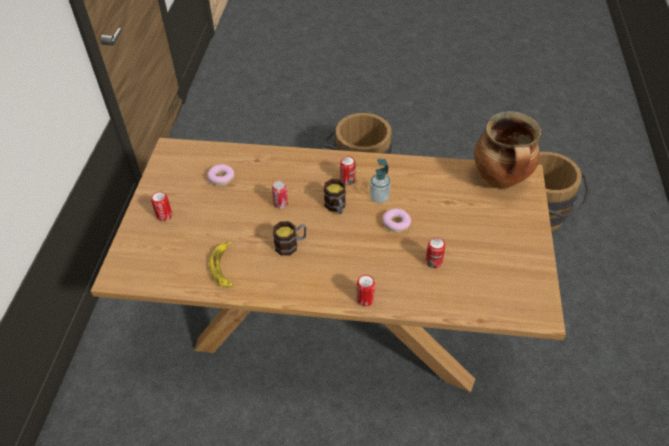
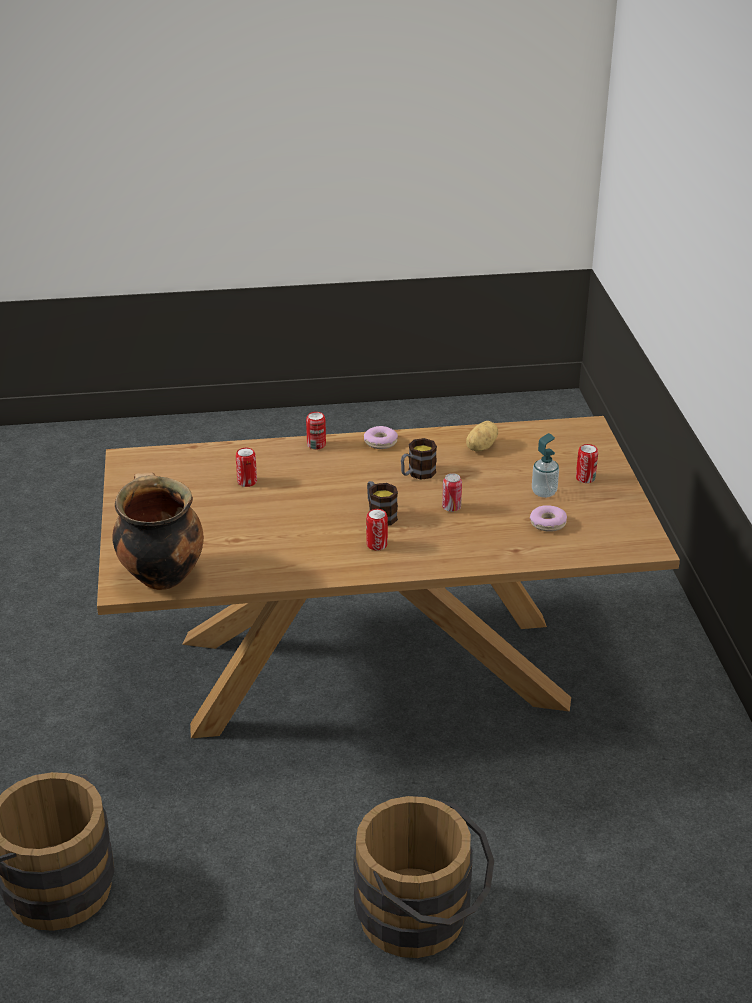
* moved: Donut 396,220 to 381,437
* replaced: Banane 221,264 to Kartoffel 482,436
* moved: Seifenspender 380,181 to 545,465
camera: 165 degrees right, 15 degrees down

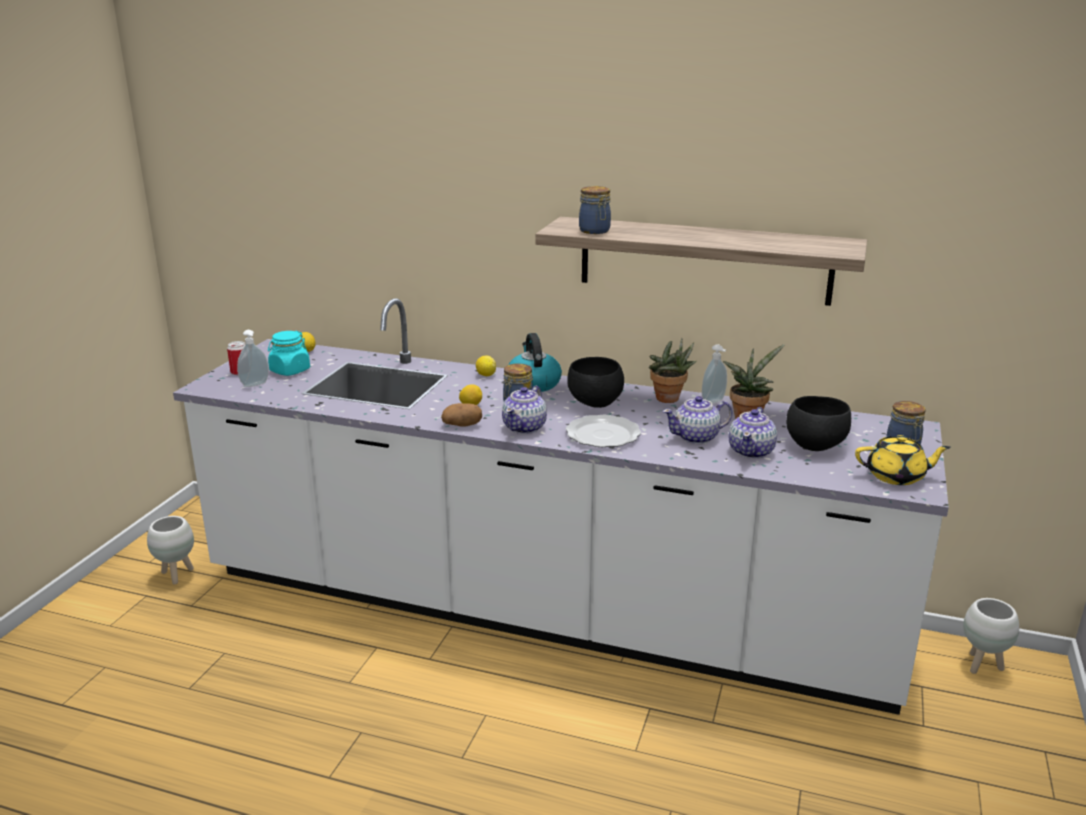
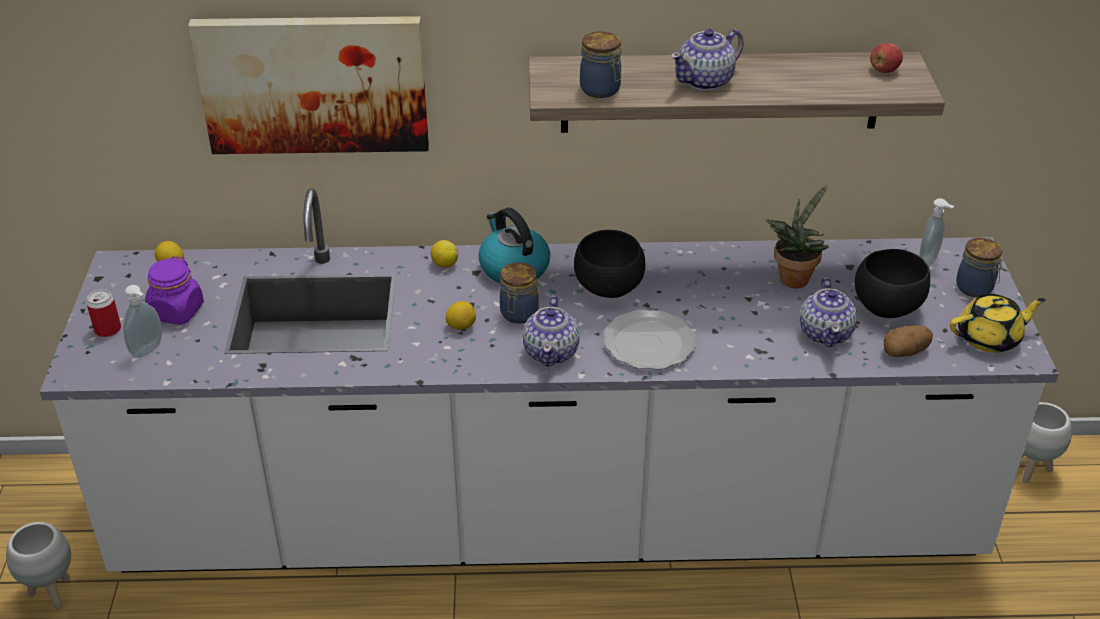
* recoloured: Vorratsglas (türkis) 289,353 to Vorratsglas (lila) 174,290
* added: Bild 308,85
* moved: Teekanne 697,420 to 707,60
* added: Apfel 886,58
* moved: Kartoffel 461,415 to 908,341
* moved: Seifenspender 714,374 to 936,232
* removed: Topfpflanze 673,370
camera: 20 degrees left, 15 degrees up

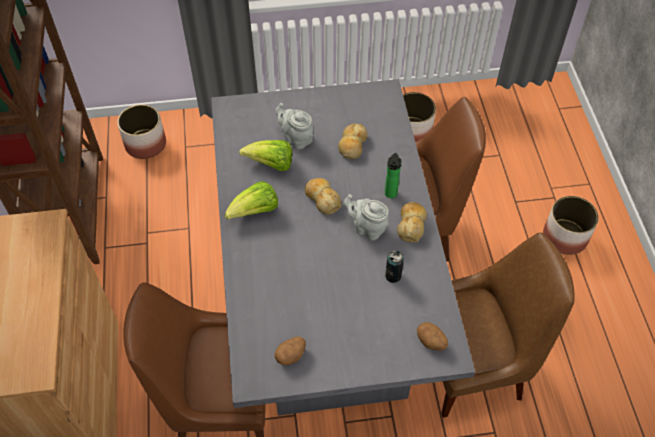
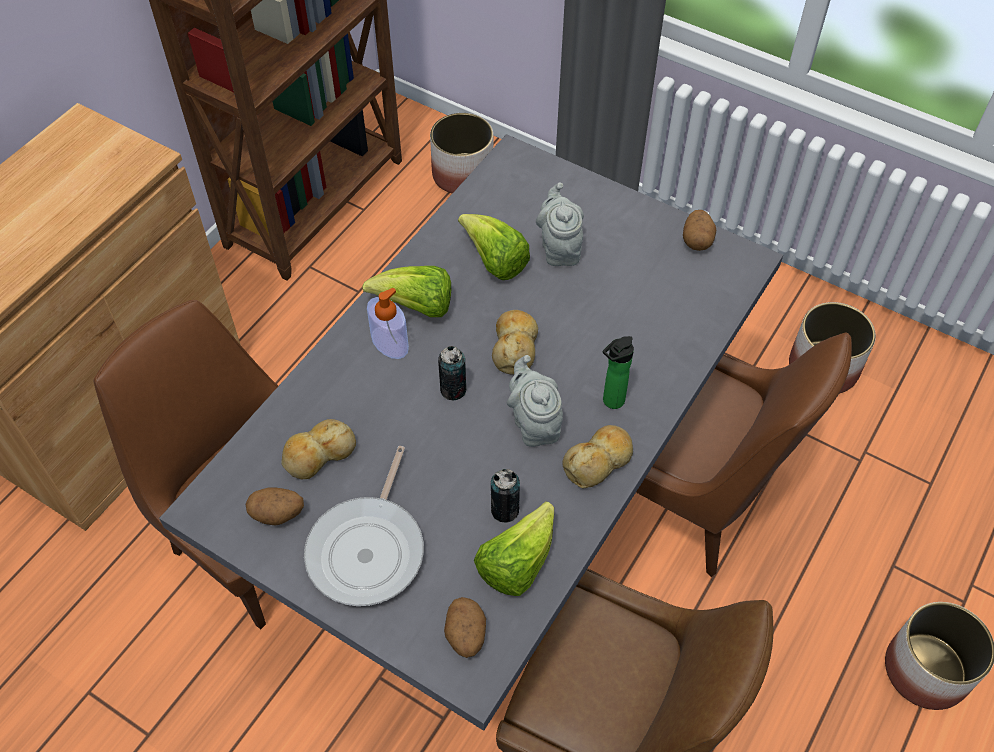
* moved: Brot 352,141 to 318,449
* added: Pfanne 364,526
* added: Seifenspender 388,323
* added: Dose 452,373
* added: Salatkopf 514,549
* added: Kartoffel 699,230
camera: 40 degrees right, 0 degrees up

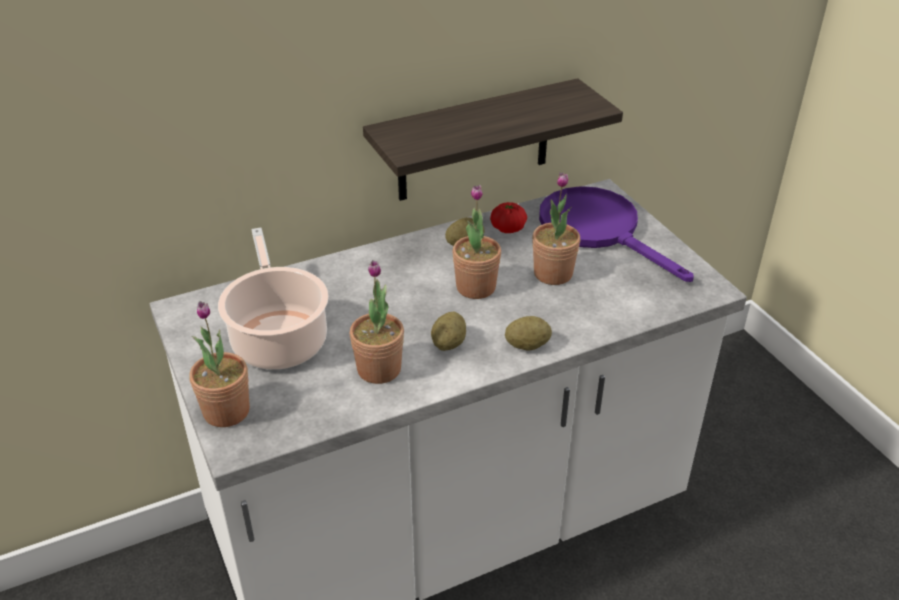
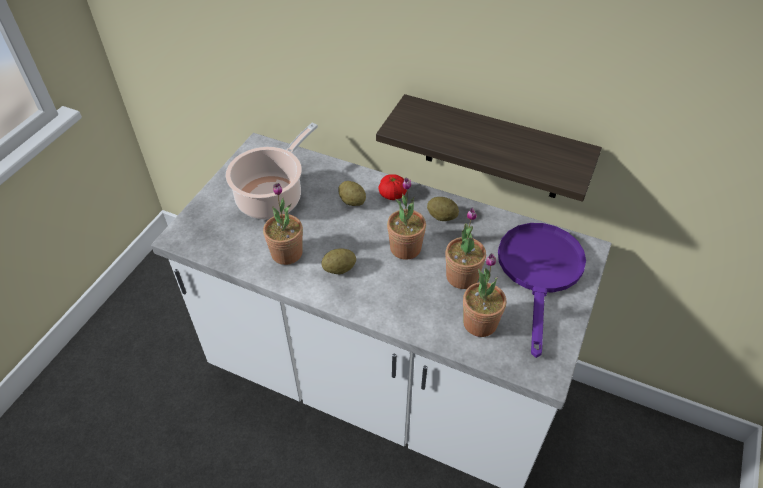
* moved: Kartoffel 528,333 to 352,193
* moved: Tomate 508,217 to 392,187
* moved: Topfpflanze 219,364 to 484,295
camera: 50 degrees right, 10 degrees up

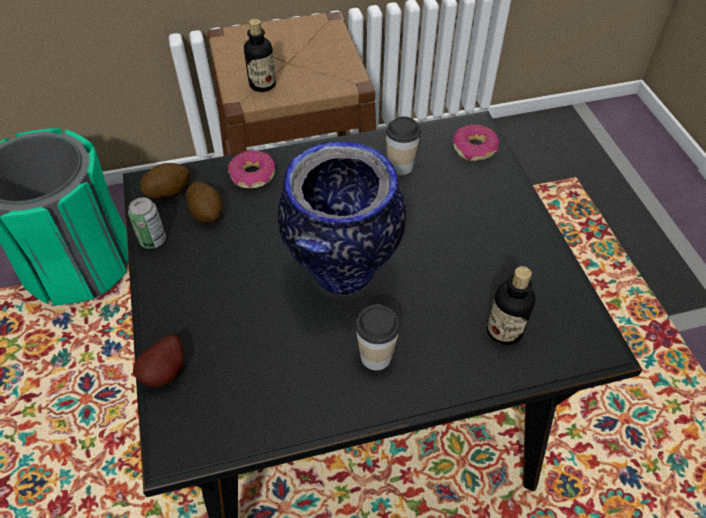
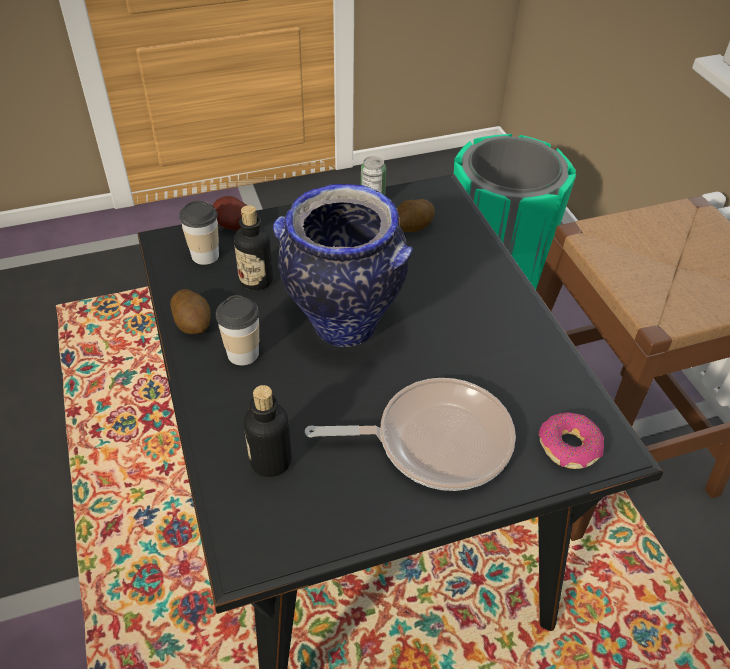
* moved: Kartoffel 165,180 to 190,311
* moved: Tasse 403,145 to 199,233
* moved: Flasche 260,55 to 253,248
* added: Pfanne 410,434
* removed: Donut 251,169
camera: 85 degrees right, 5 degrees down

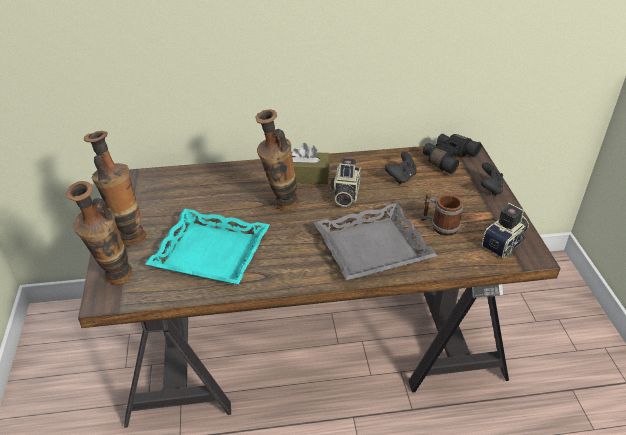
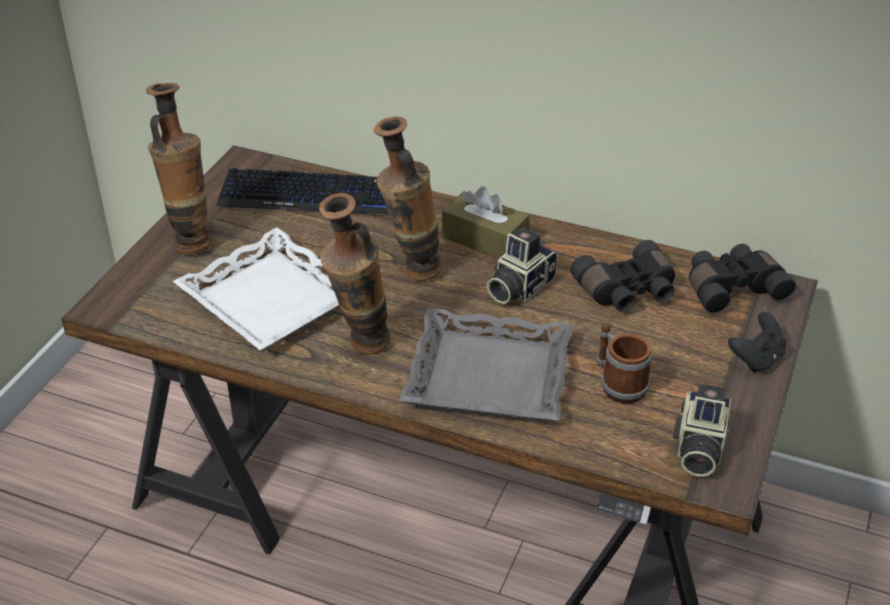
* recoloured: Tablett (türkis) 207,246 to Tablett (weiß) 256,288
* added: Tastatur 302,191
* moved: Vase 99,233 to 354,274
* replaced: Gamepad (schwarz) 401,168 to Fernglas (schwarz) 622,276
* turned: Kamera 505,230 = 702,430 120 degrees clockwise
camera: 30 degrees right, 0 degrees up

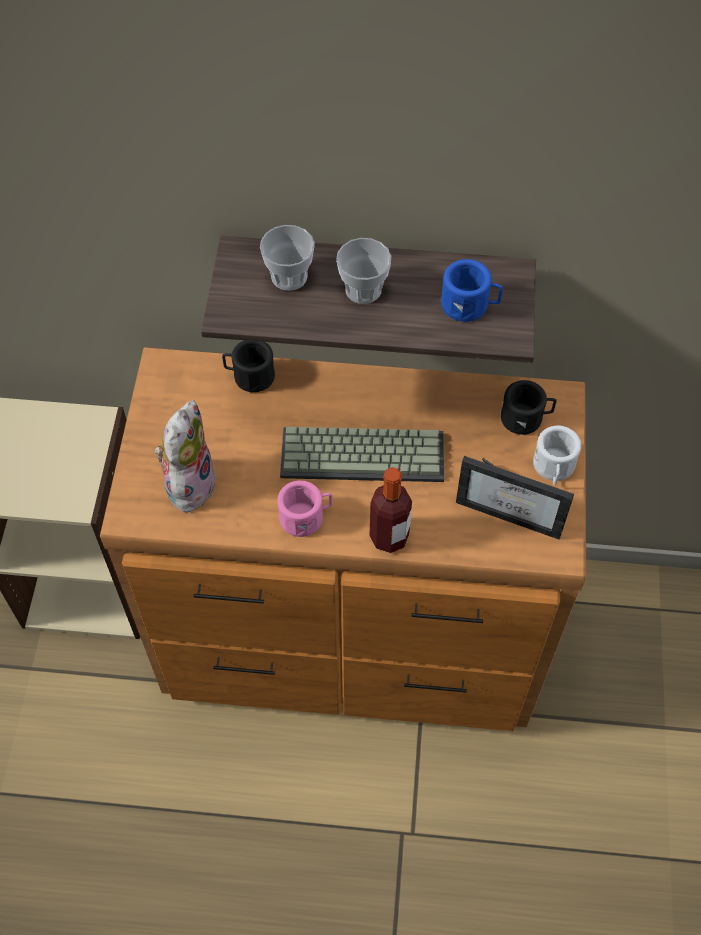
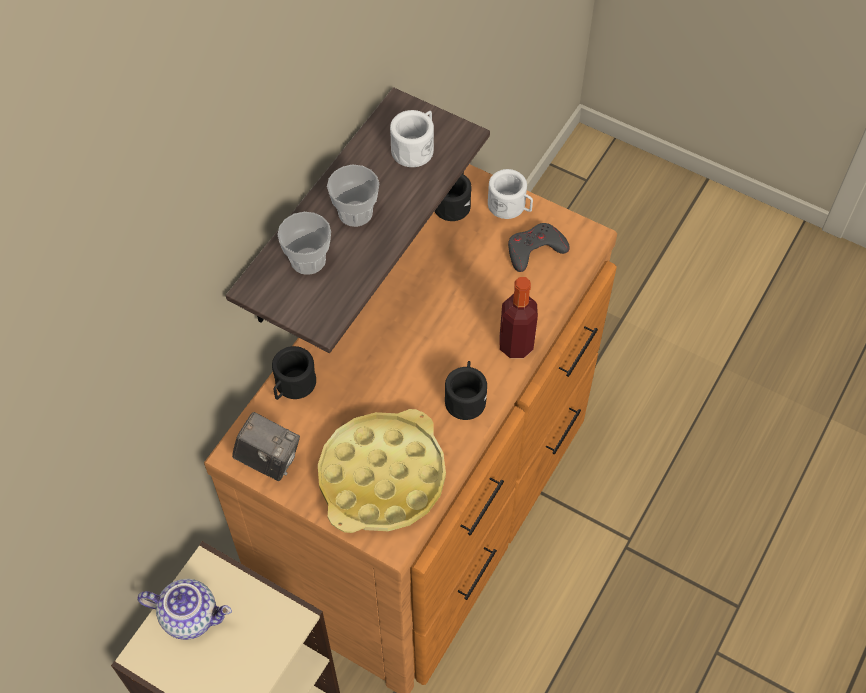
* added: Teekanne 184,609
* added: Kamera 266,446
* replaced: Plüschtier 186,456 to Tablett (gelb) 382,471
* recoloured: Henkelbecher (blau) 472,290 to Henkelbecher (weiß) 412,138
* recoloured: Henkelbecher (rosa) 304,508 to Henkelbecher (schwarz) 466,390
* replaced: Bilderrahmen 515,498 to Gamepad (grau) 539,247
* removed: Tastatur 362,454
camera: 65 degrees left, 0 degrees up

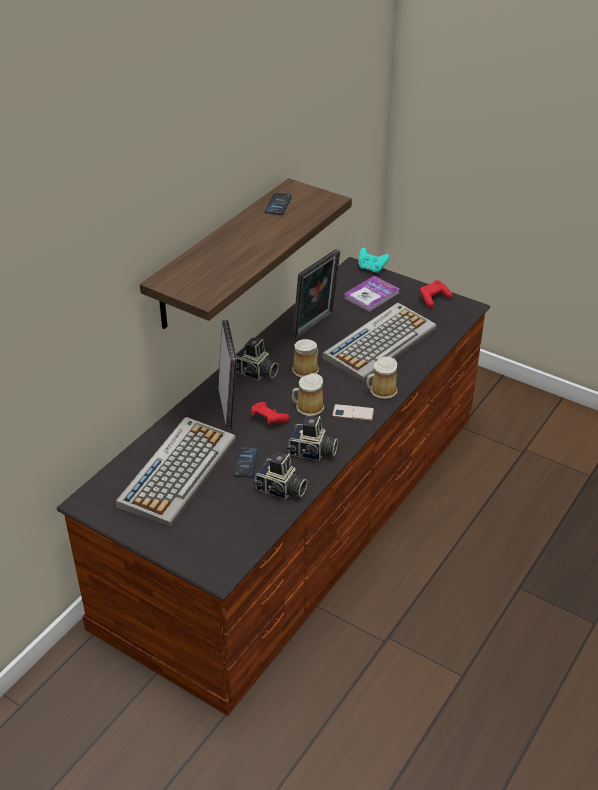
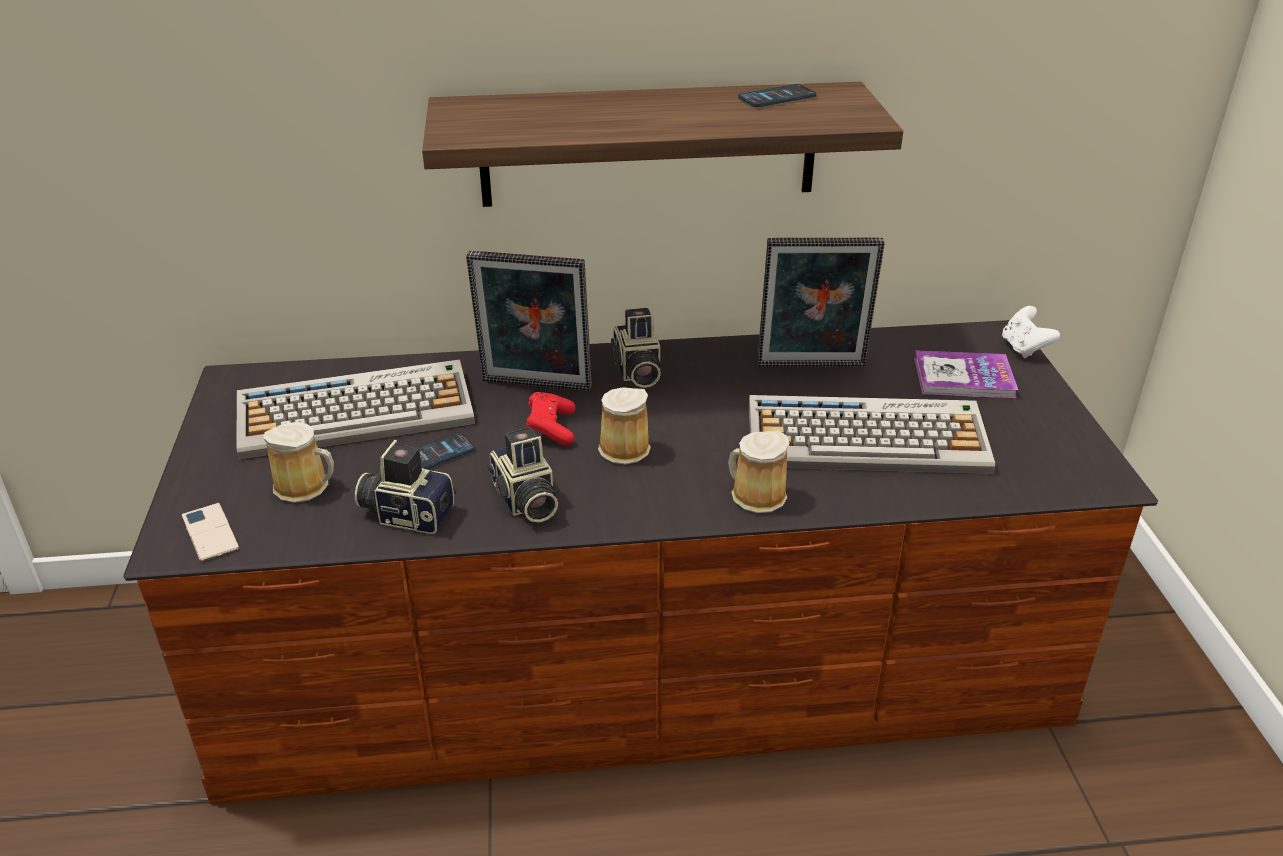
* moved: Handy 353,412 to 210,532
* moved: Henkelbecher 305,358 to 298,462
* turned: Kamera 280,476 = 405,487 120 degrees clockwise
* turned: Bilderrahmen 227,374 = 529,321 60 degrees clockwise
* recoloured: Gamepad (türkis) 374,260 to Gamepad (weiß) 1031,332
* removed: Gamepad (rot) 436,294
camera: 50 degrees right, 5 degrees down

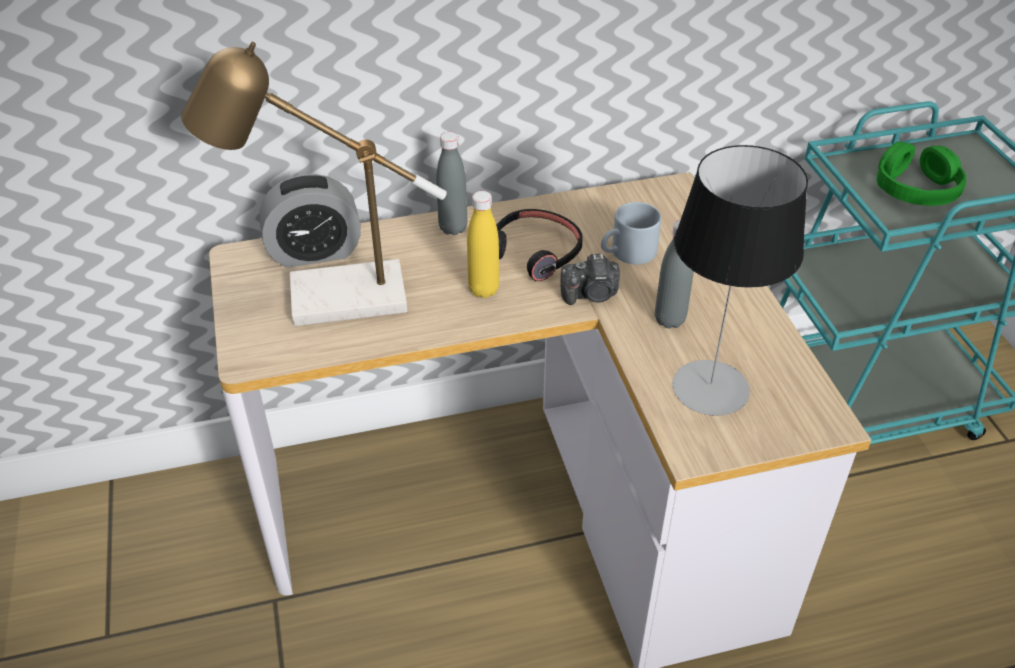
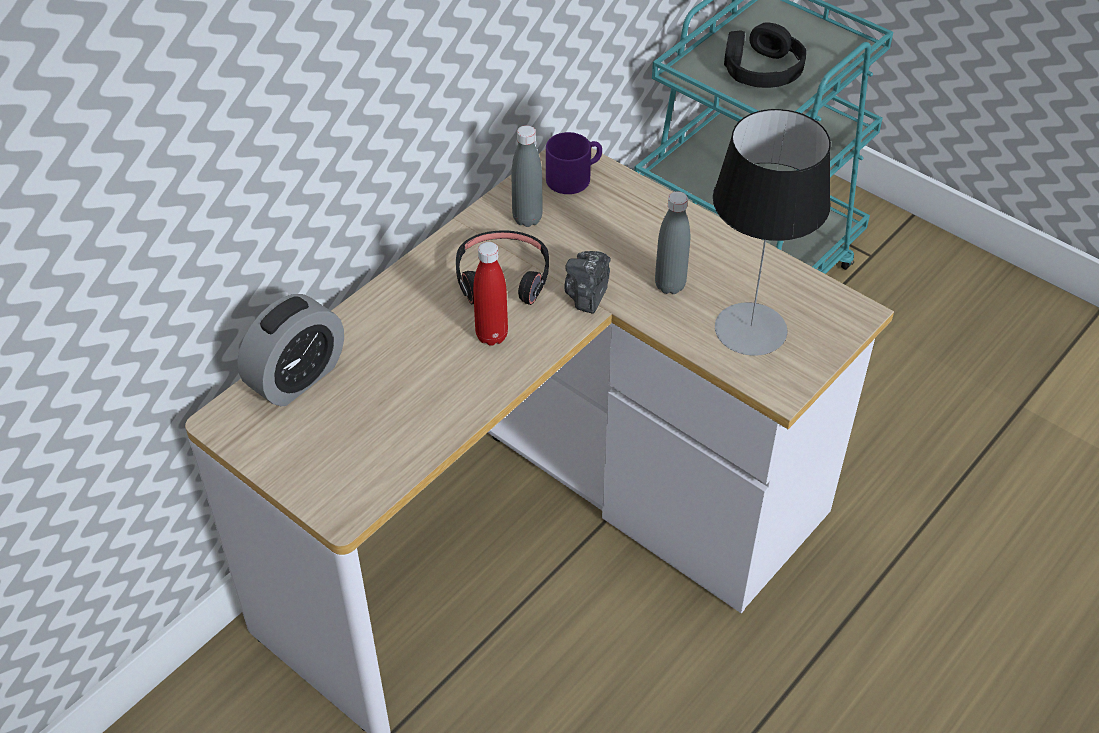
* recoloured: Flasche (gelb) 483,244 to Flasche (rot) 490,294
* moved: Flasche (grau) 452,183 to 527,176
* added: Henkelbecher (lila) 574,163
* turned: Kamera 590,279 = 588,282 150 degrees clockwise
* recoloured: Kopfhörer (grün) 922,173 to Kopfhörer (schwarz) 765,55
* removed: Tischlampe 314,184
* removed: Henkelbecher (grau) 631,233
camera: 35 degrees left, 5 degrees up

